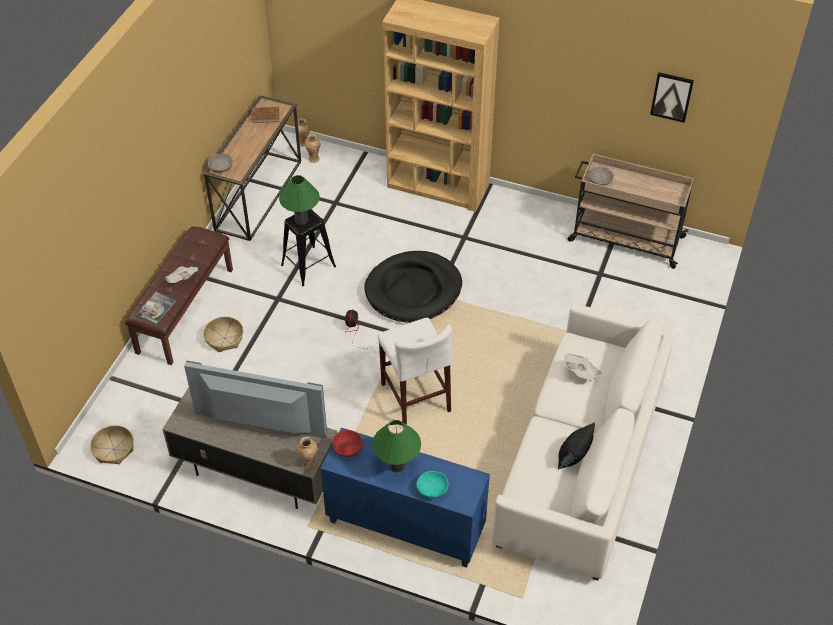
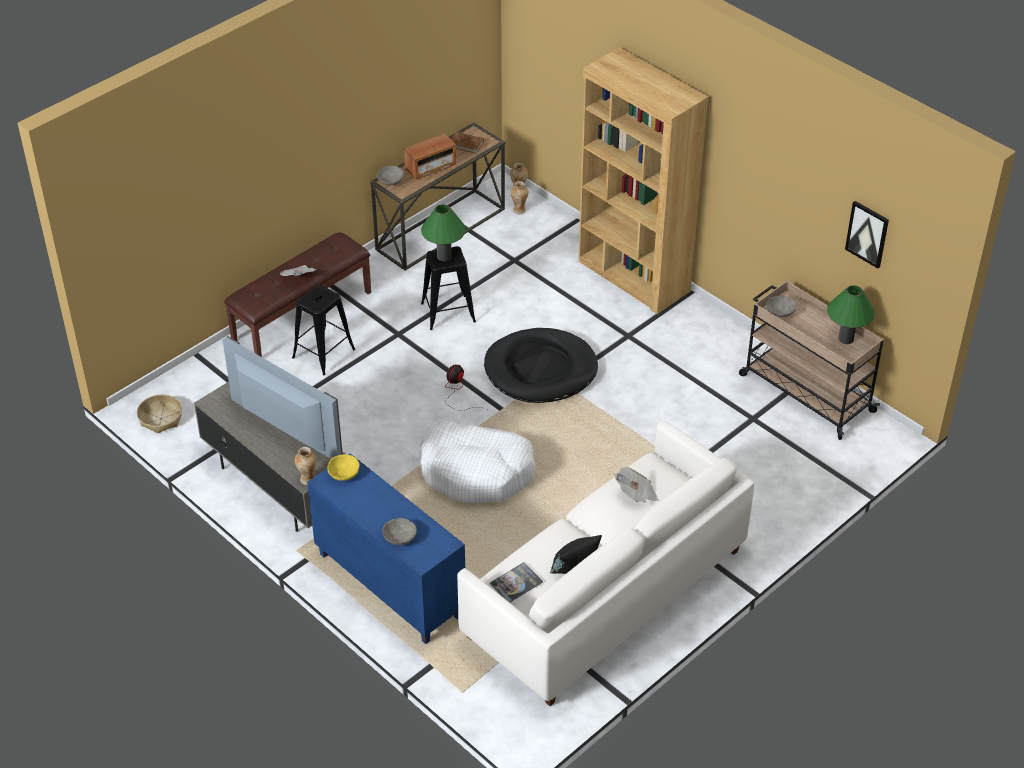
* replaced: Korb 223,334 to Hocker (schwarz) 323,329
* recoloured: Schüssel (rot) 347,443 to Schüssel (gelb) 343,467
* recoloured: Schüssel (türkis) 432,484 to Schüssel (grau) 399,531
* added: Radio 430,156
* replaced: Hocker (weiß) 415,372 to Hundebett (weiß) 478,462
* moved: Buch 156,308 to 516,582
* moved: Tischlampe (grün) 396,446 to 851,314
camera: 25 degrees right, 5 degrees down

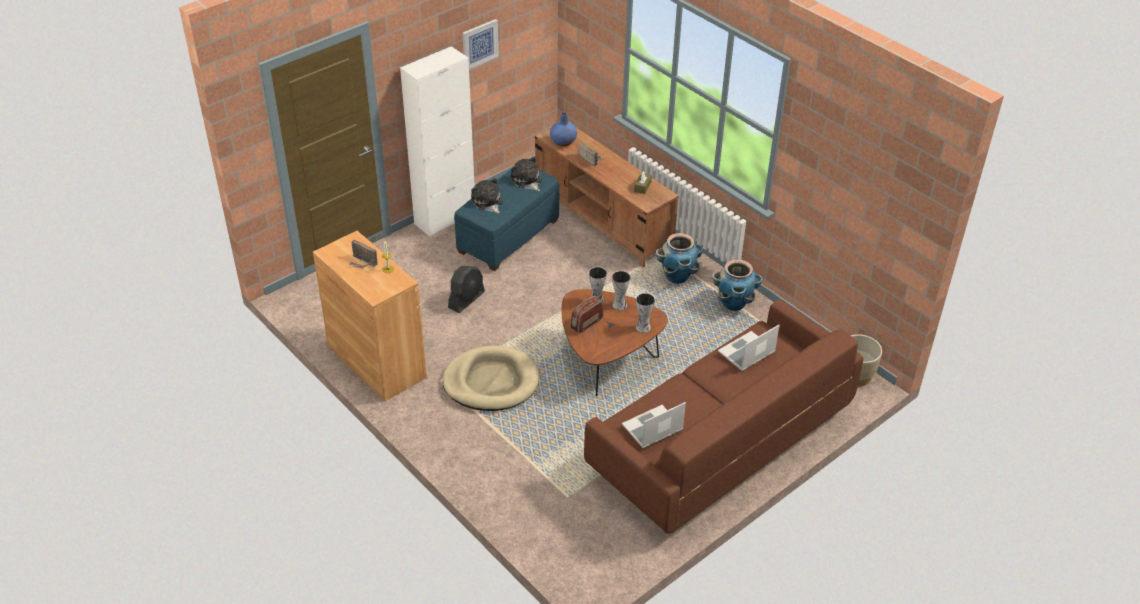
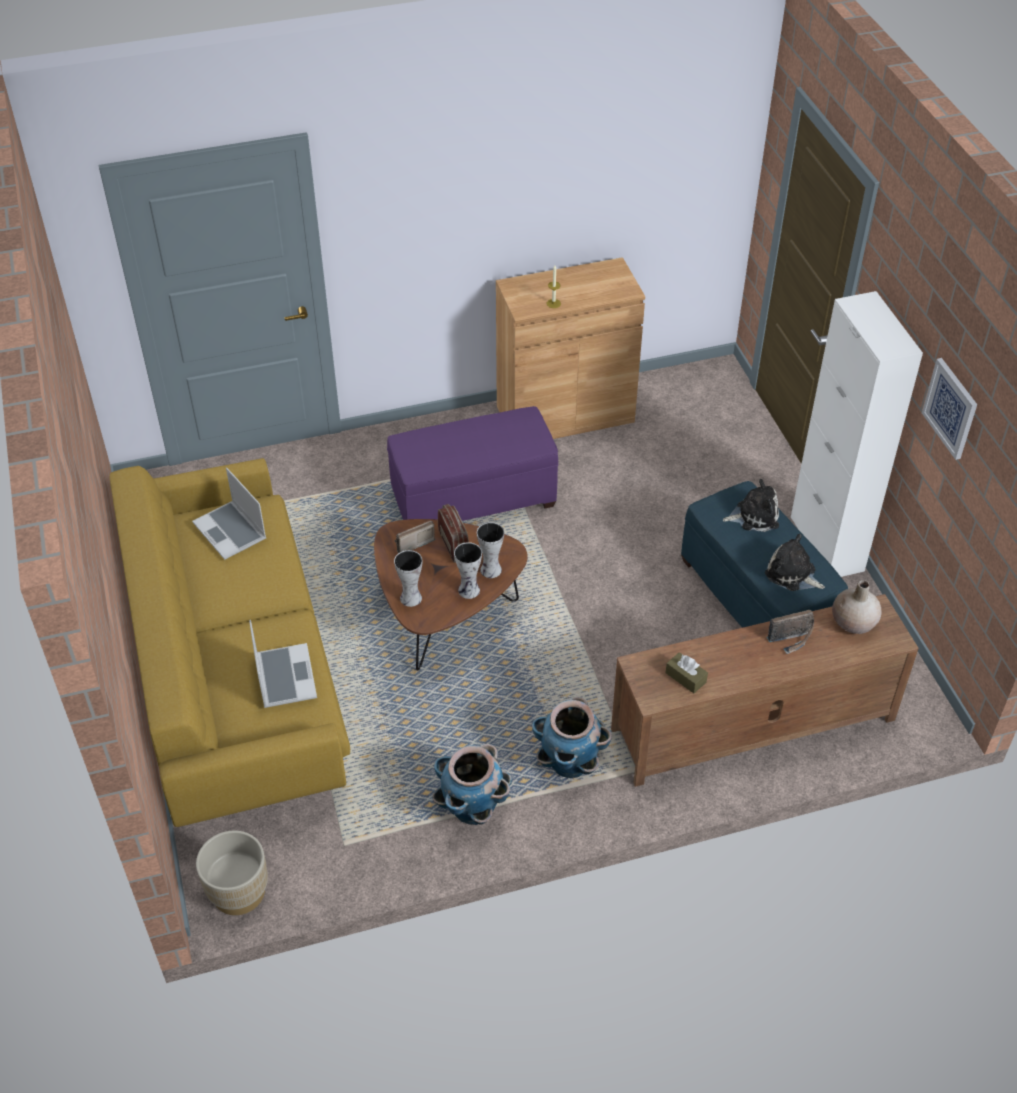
* recoloured: Sofa (braun) 723,416 to Sofa (gelb) 230,642
* turned: Laptop 654,425 = 229,514 150 degrees clockwise
* replaced: Hundebett (beige) 491,378 to Polsterhocker (lila) 473,463
* moved: Radio 363,254 to 415,537
* turned: Plüschtier 526,173 = 795,562 135 degrees counterclockwise
* recoloured: Vase (blau) 563,129 to Vase (beige) 856,607
* removed: Ventilator (schwarz) 466,289
camera: 115 degrees right, 5 degrees up

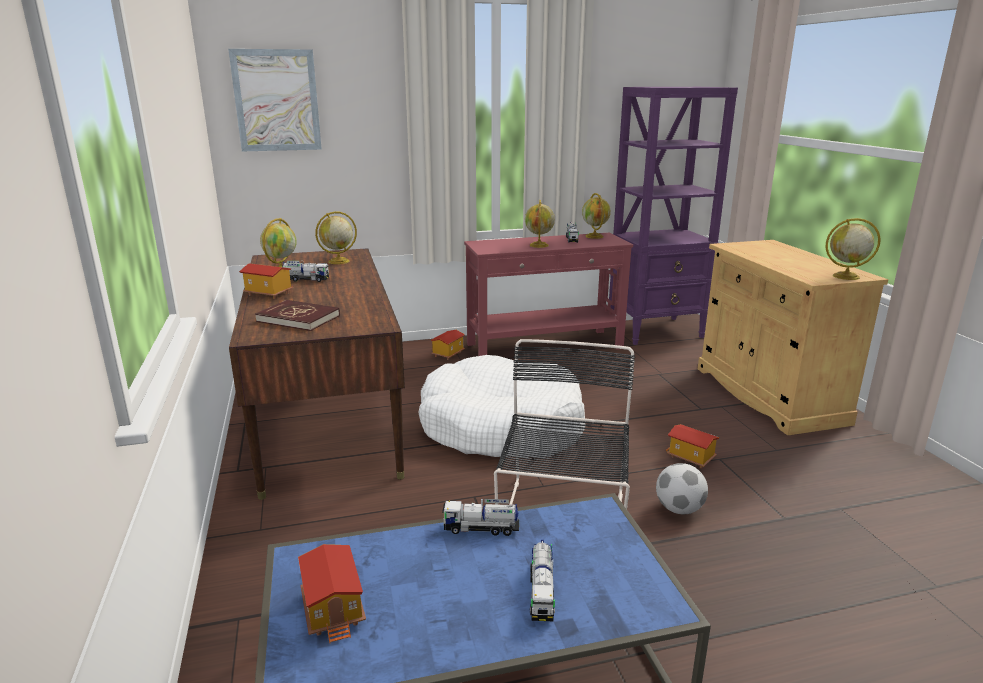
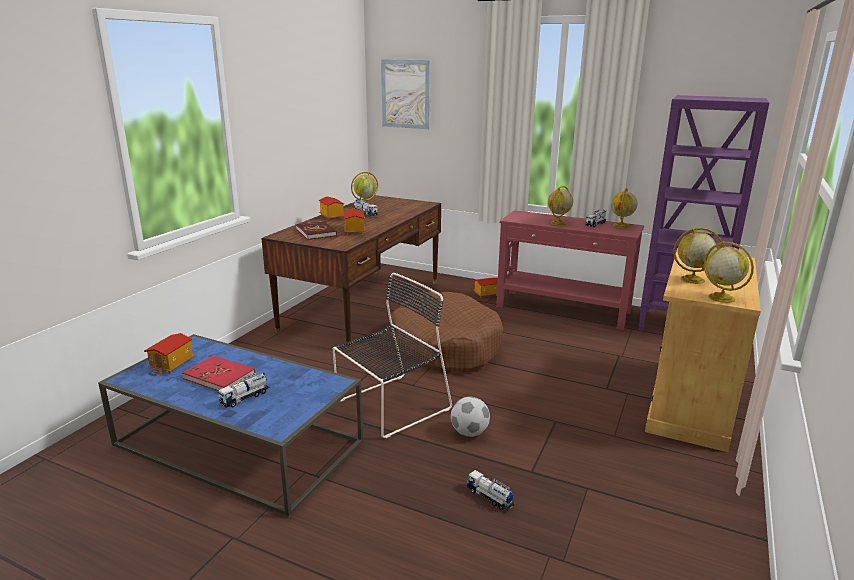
* added: Buch (rot) 218,373
* moved: Spielzeughaus 692,446 to 354,221
* recoloured: Hundebett (weiß) 501,406 to Hundebett (braun) 446,331
* moved: Spielzeuglaster 480,517 to 491,490
* moved: Globus 336,237 to 698,256
camera: 40 degrees right, 0 degrees up

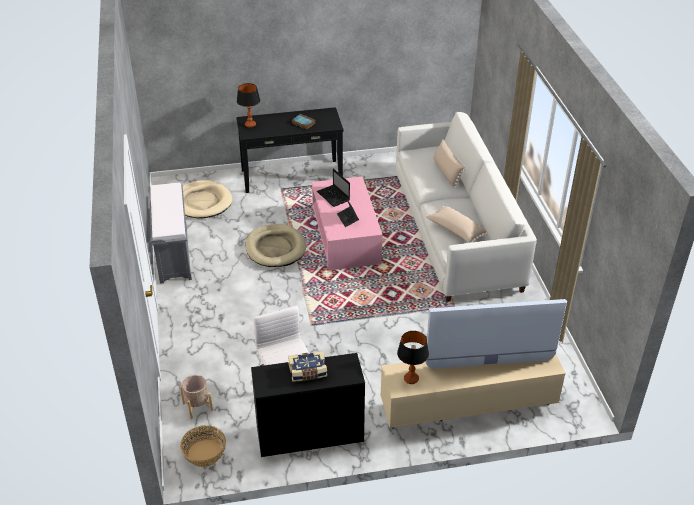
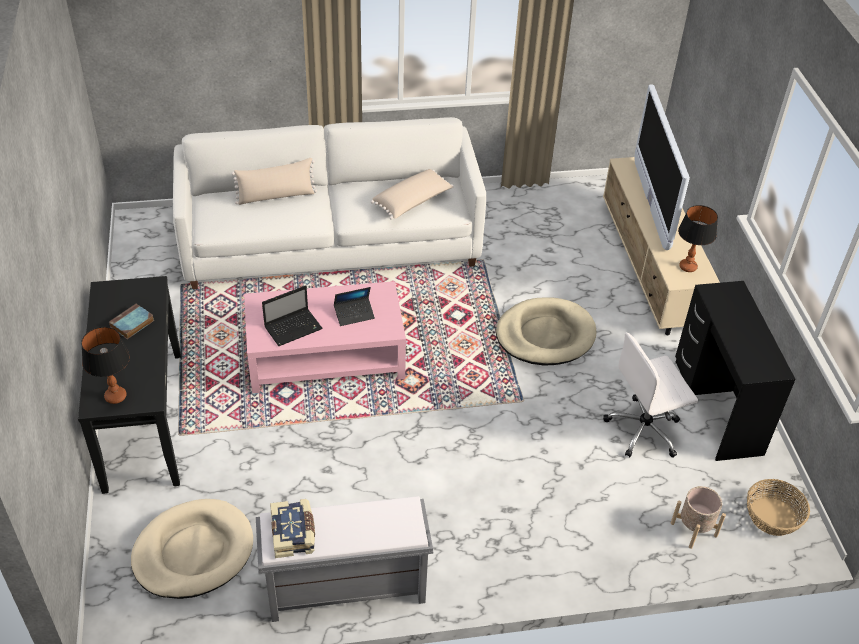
* moved: Buch 307,366 to 292,528
* moved: Hundebett (beige) 275,245 to 546,331
camera: 90 degrees left, 5 degrees up

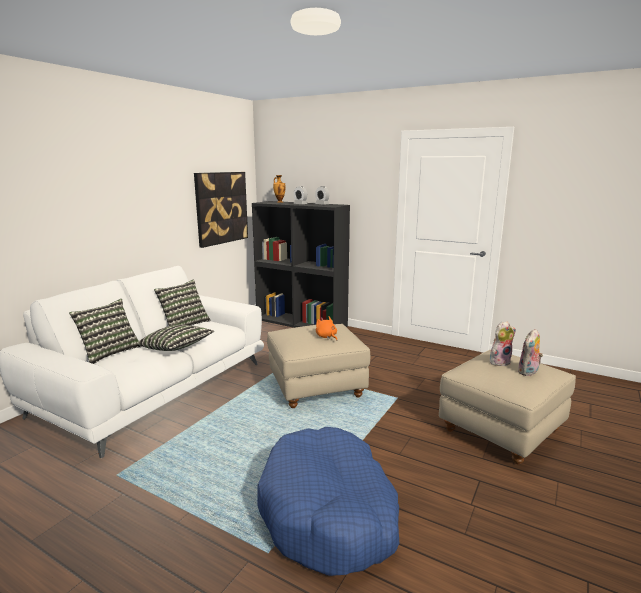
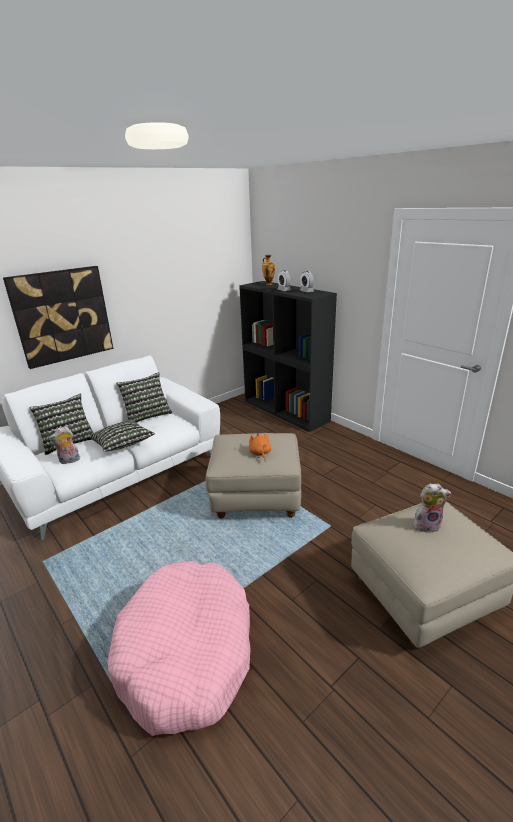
* moved: Bild 221,210 to 58,317
* moved: Plüschtier 530,352 to 64,445
* recoloured: Hundebett (blau) 328,501 to Hundebett (rosa) 179,648
camera: 20 degrees right, 10 degrees up

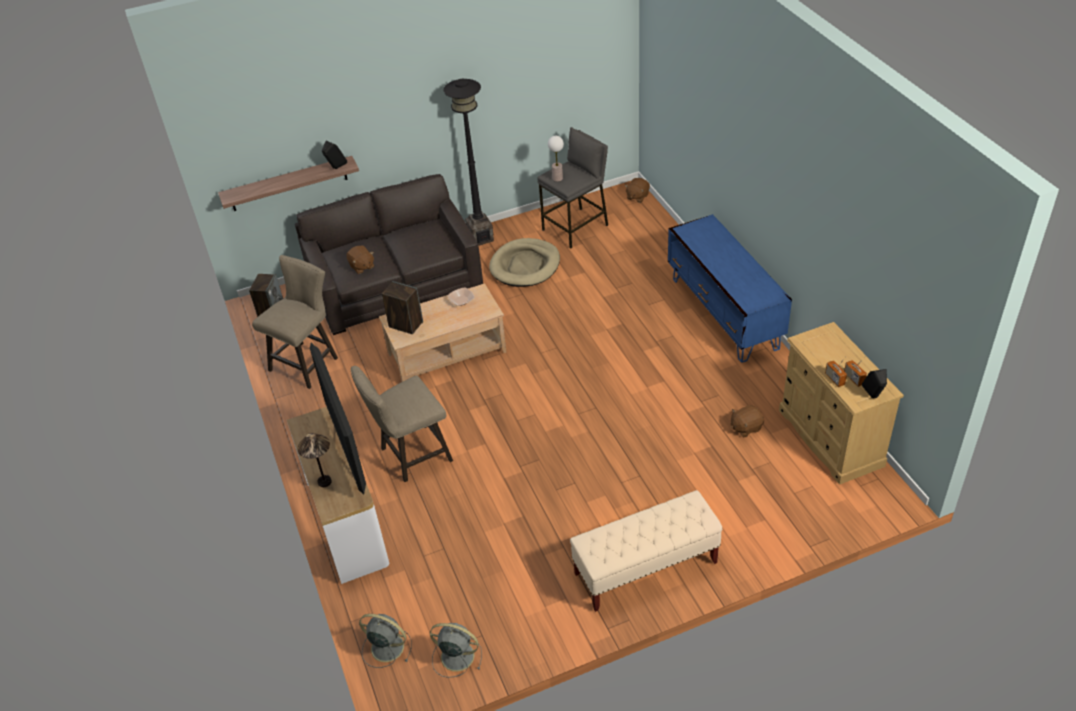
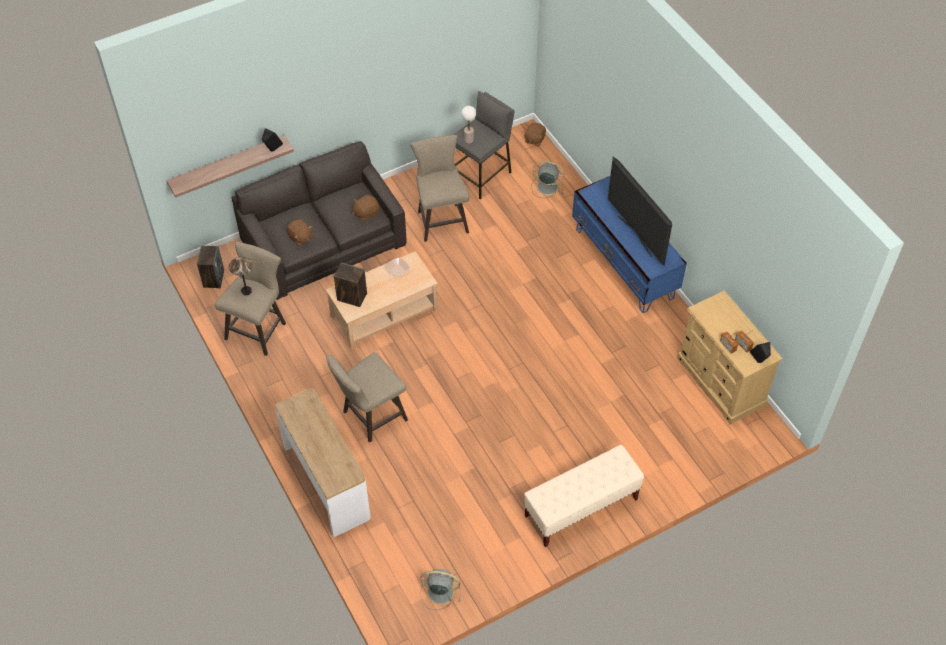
* moved: Tischlampe 314,460 to 241,276
* moved: Plüschtier (braun) 747,421 to 366,208
* replaced: Hundebett (beige) 524,262 to Hocker (beige) 439,188
* moved: Ventilator (grau) 385,641 to 547,179
* moved: Fernseher 338,418 to 640,211
* removed: Stehlampe (schwarz) 468,162
camera: 10 degrees left, 10 degrees up

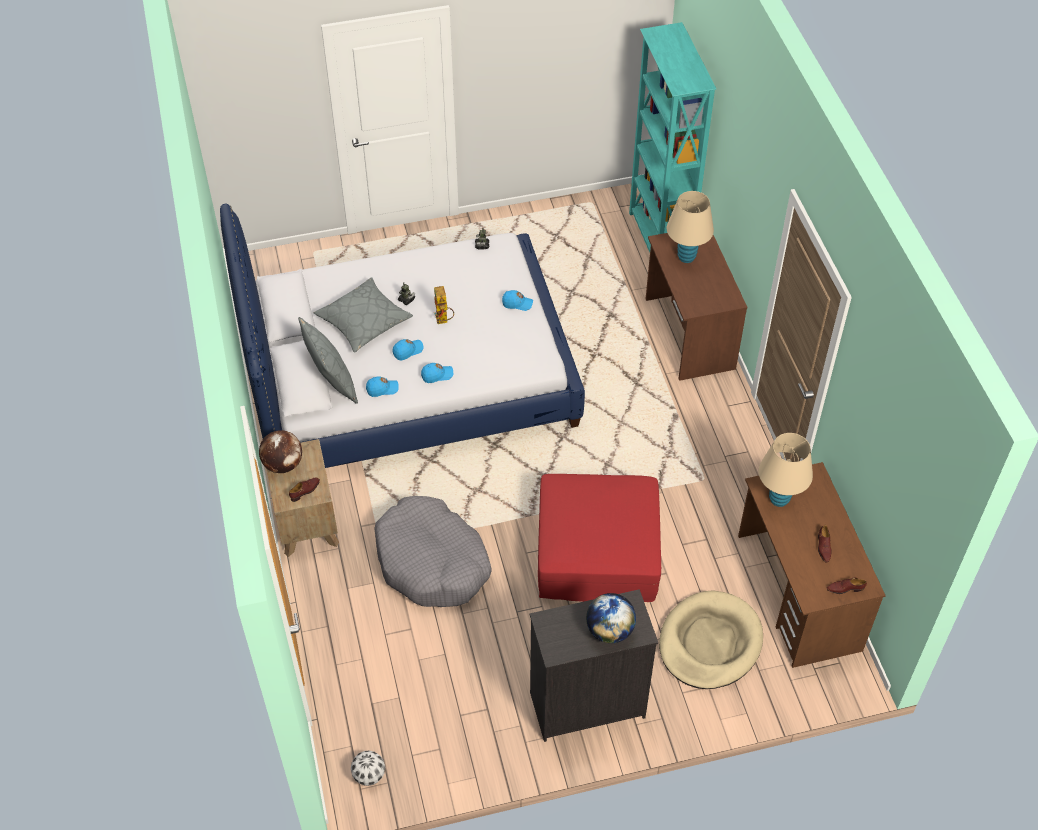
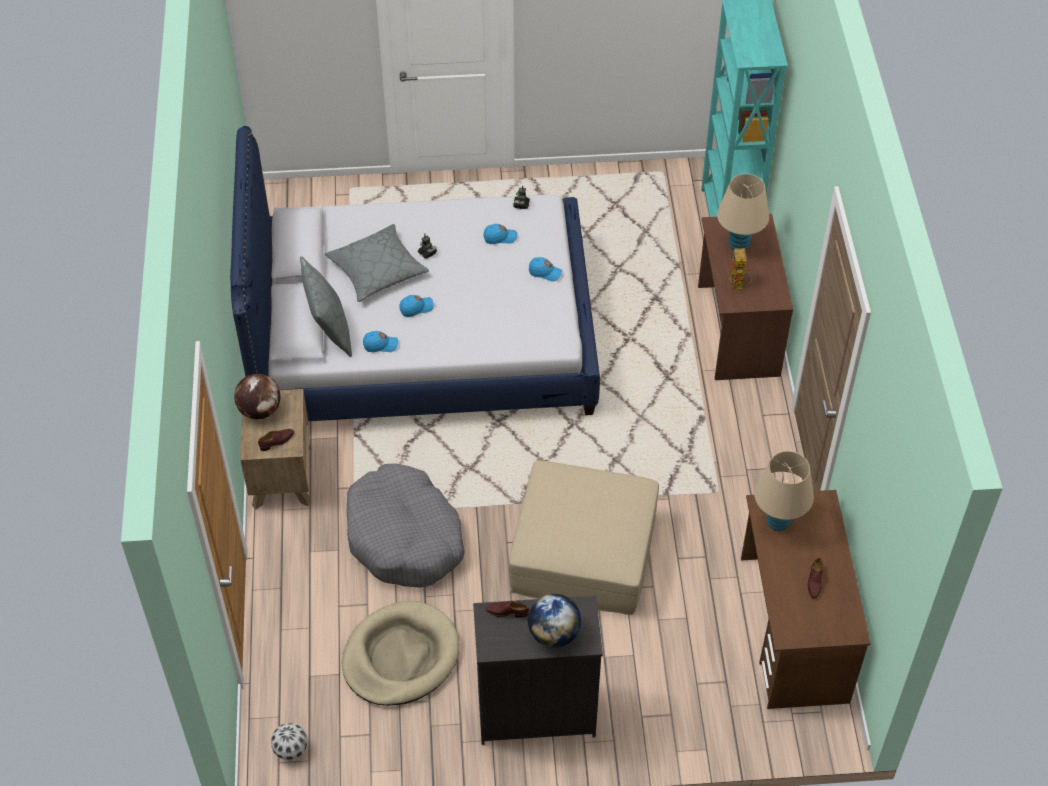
* moved: Hundebett (beige) 711,639 to 400,653
* moved: Kappe (blau) 437,373 to 500,234
* moved: Schuh (braun) 847,585 to 507,609
* recoloured: Polsterhocker (rot) 599,538 to Polsterhocker (beige) 584,538
* moved: Spielzeugroboter 444,305 to 740,269
camera: 10 degrees right, 0 degrees up

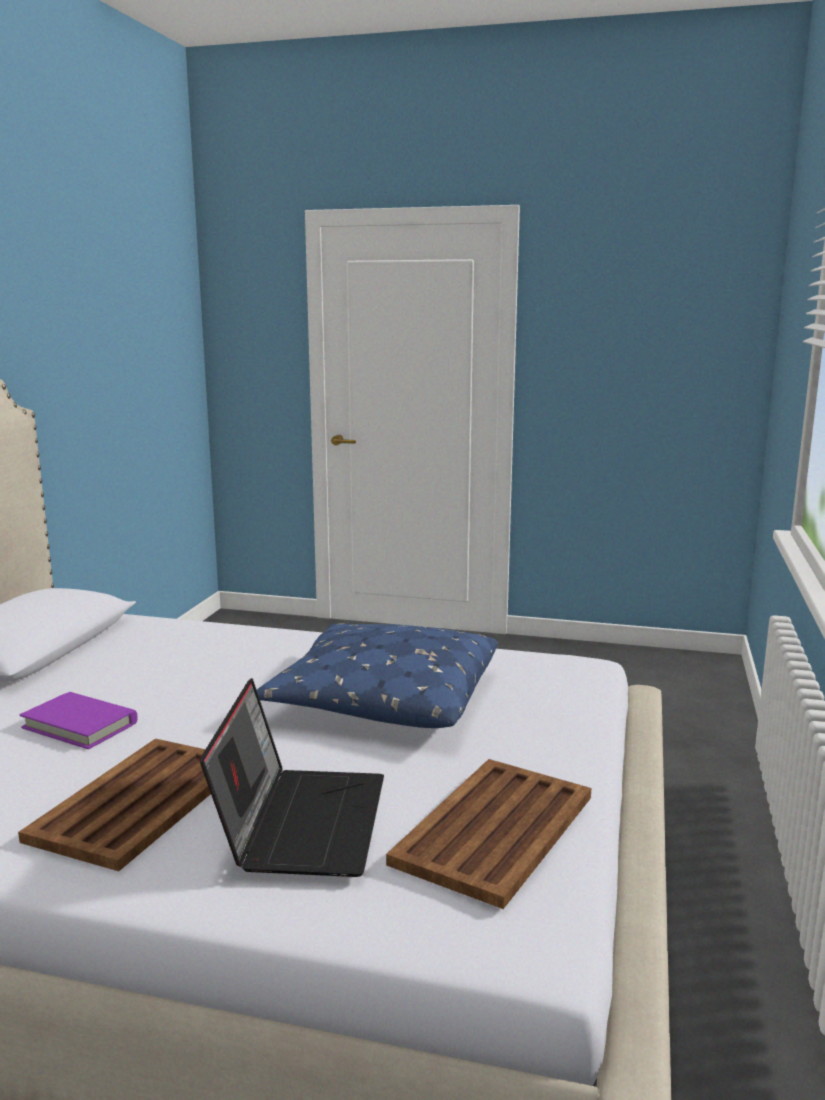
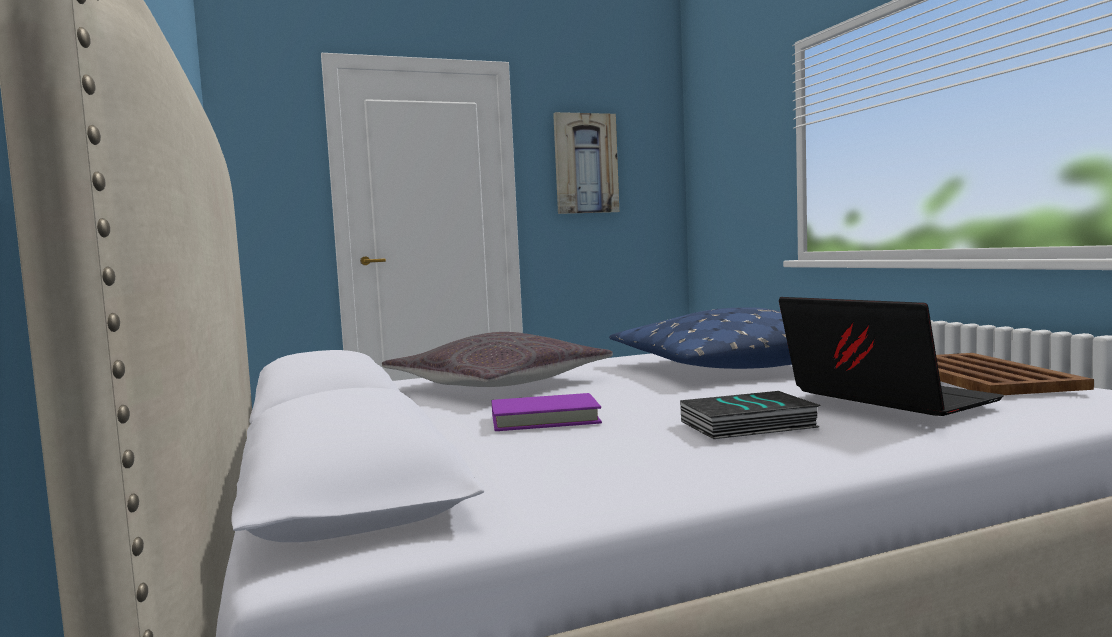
* added: Kissen (grau) 497,359
* added: Bild 586,163
* replaced: Tablett (braun) 114,805 to Buch 750,415
camera: 35 degrees left, 10 degrees down

